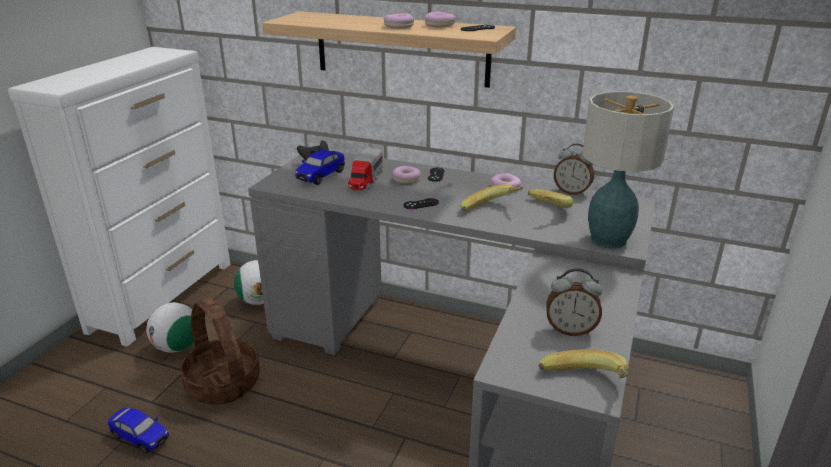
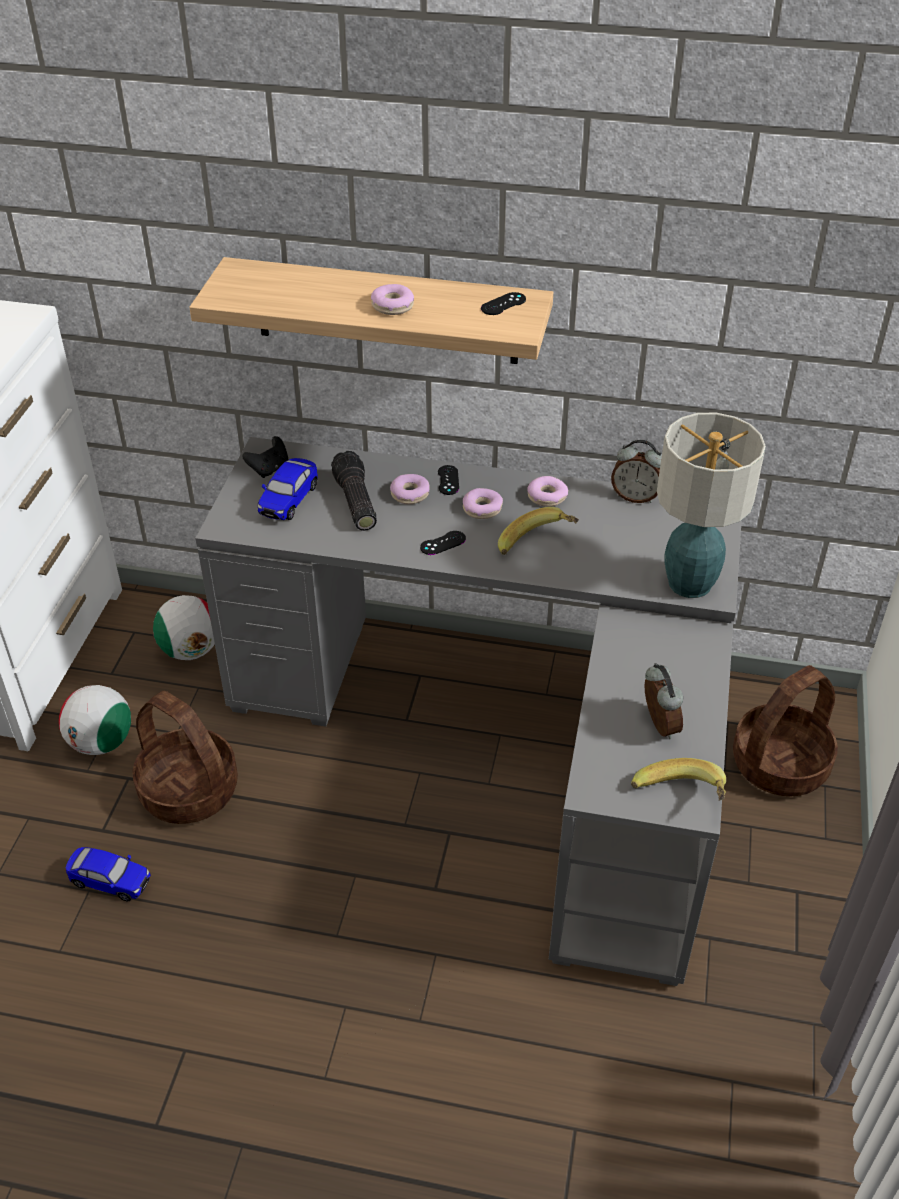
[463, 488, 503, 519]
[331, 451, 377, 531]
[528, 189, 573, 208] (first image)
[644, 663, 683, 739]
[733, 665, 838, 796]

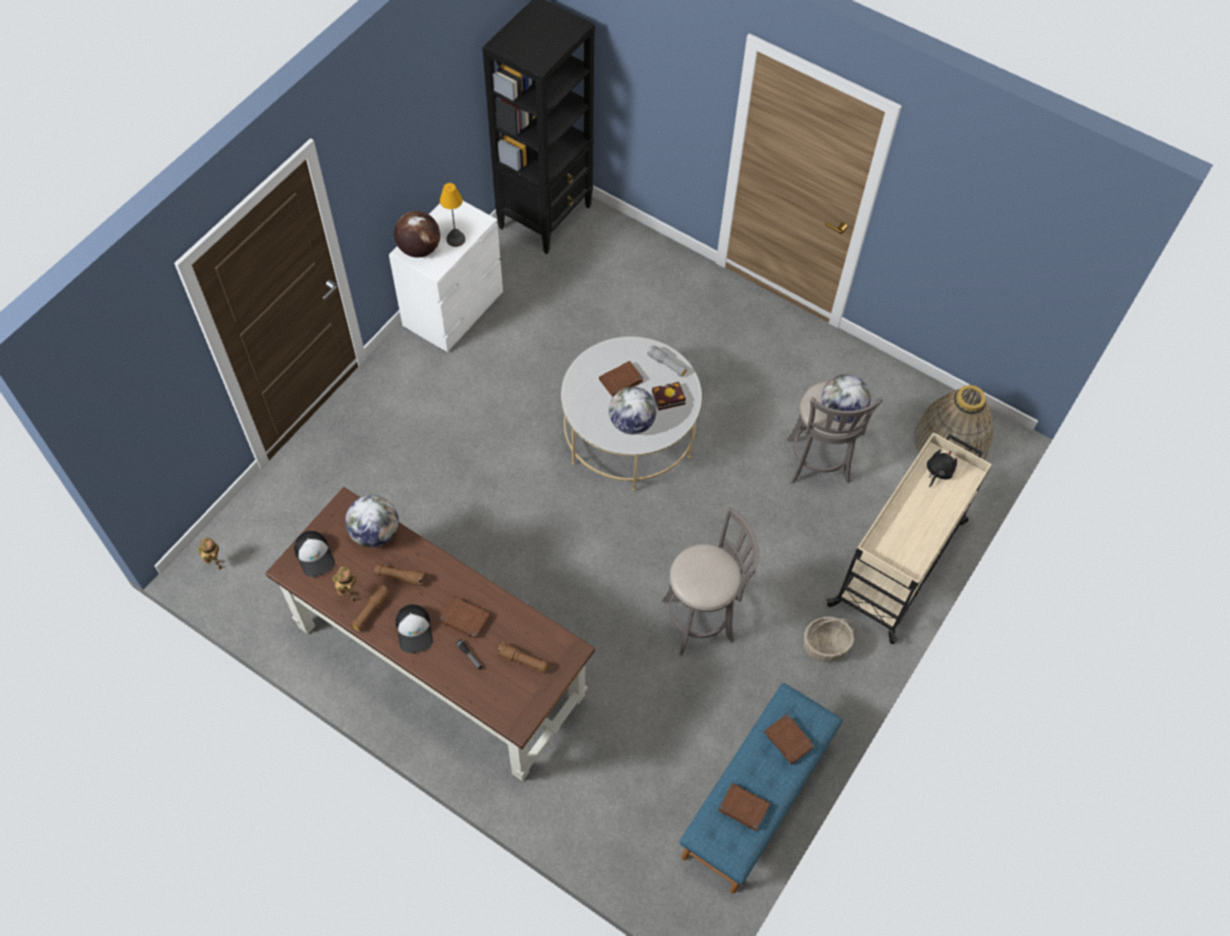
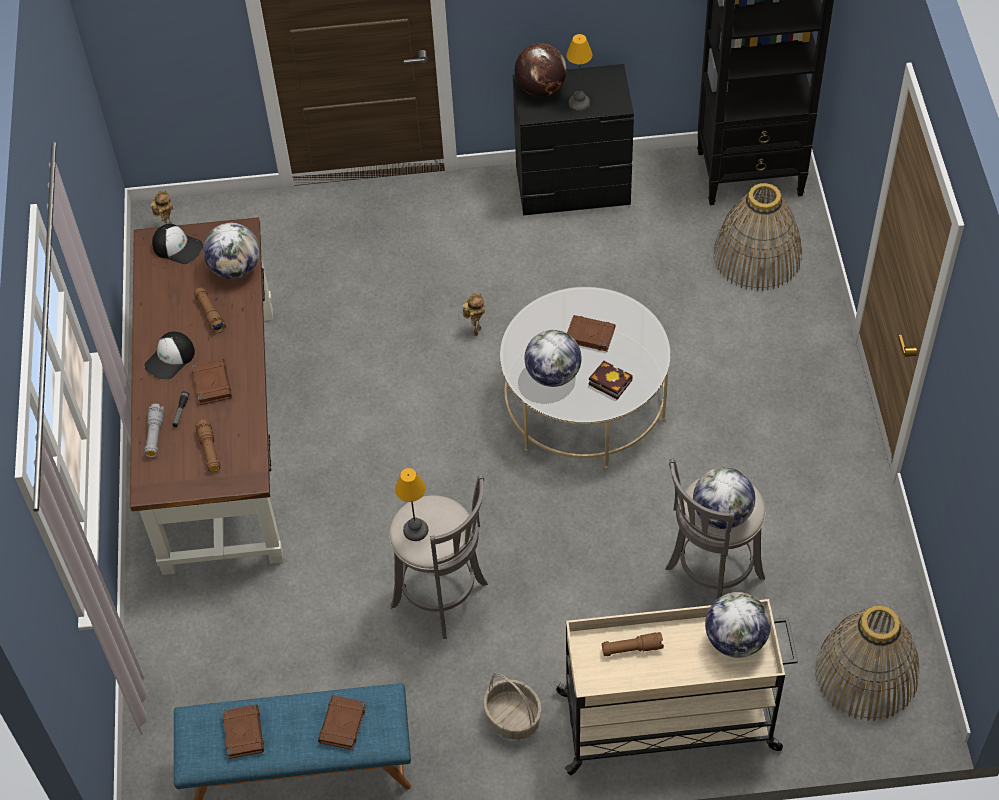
[513, 64, 634, 215]
[144, 404, 164, 457]
[705, 592, 771, 658]
[152, 224, 203, 264]
[462, 293, 485, 336]
[602, 632, 664, 656]
[713, 183, 802, 291]
[395, 468, 428, 541]

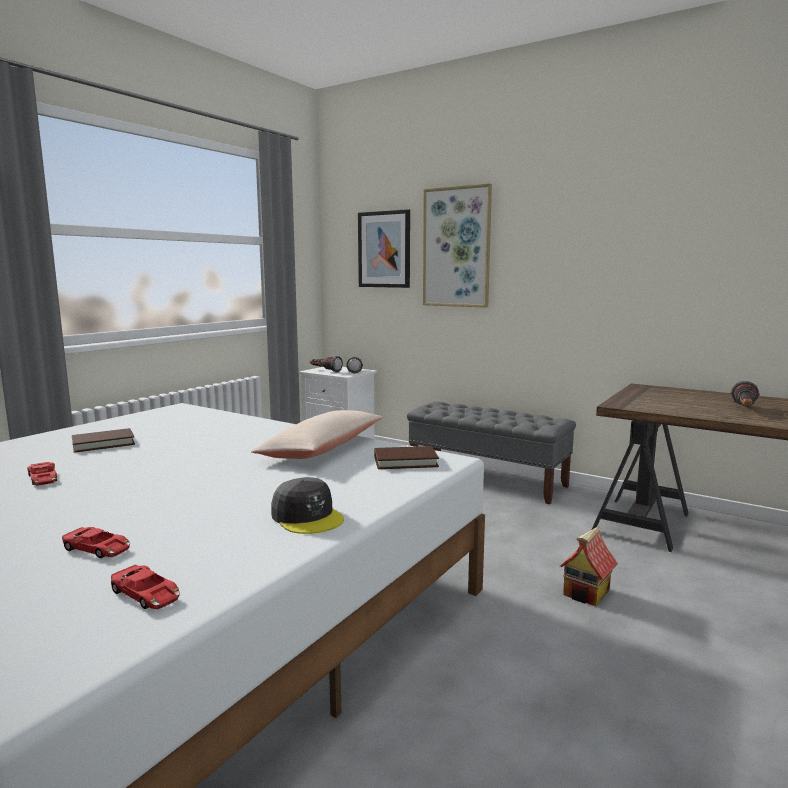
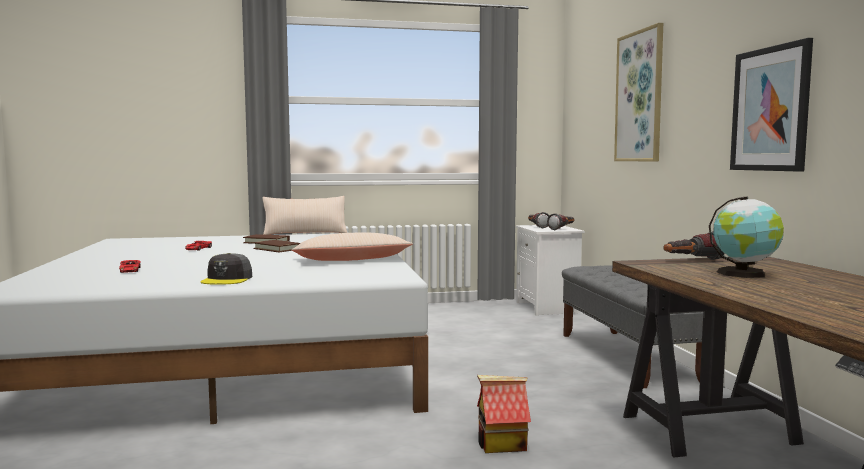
[730, 38, 813, 172]
[664, 231, 724, 260]
[253, 240, 300, 252]
[111, 565, 180, 609] (first image)
[262, 196, 347, 235]
[709, 196, 784, 278]

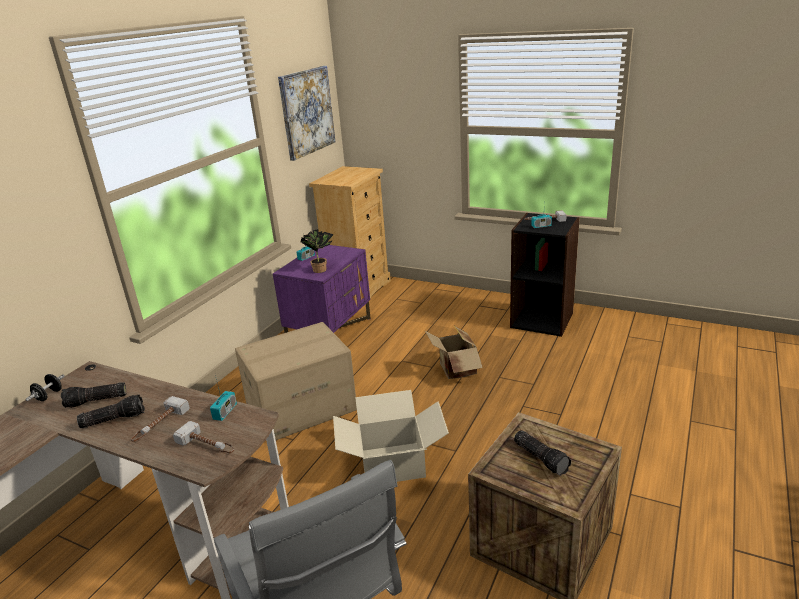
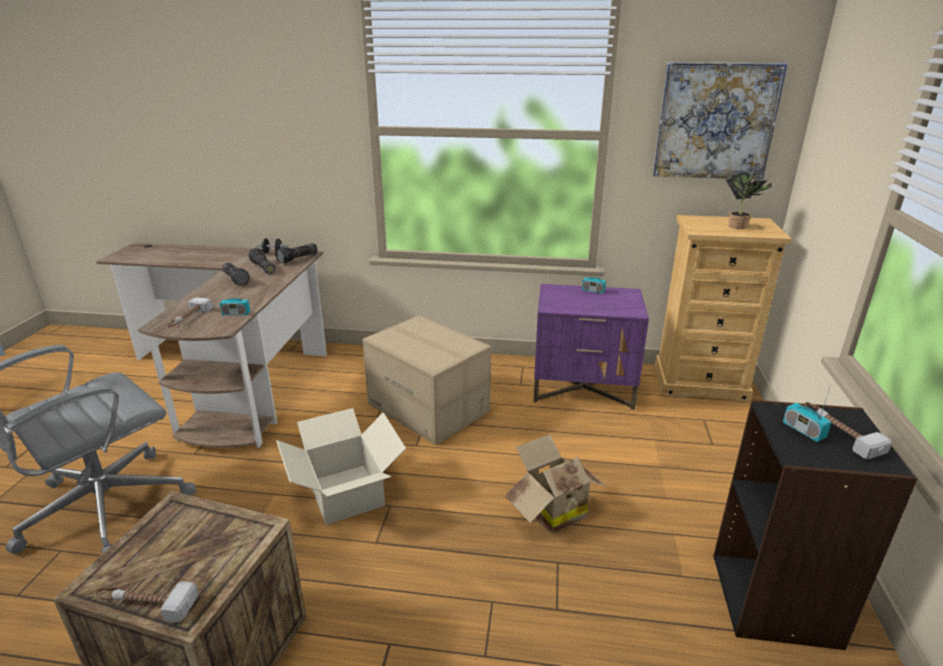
[726, 173, 772, 229]
[96, 581, 198, 623]
[275, 244, 318, 263]

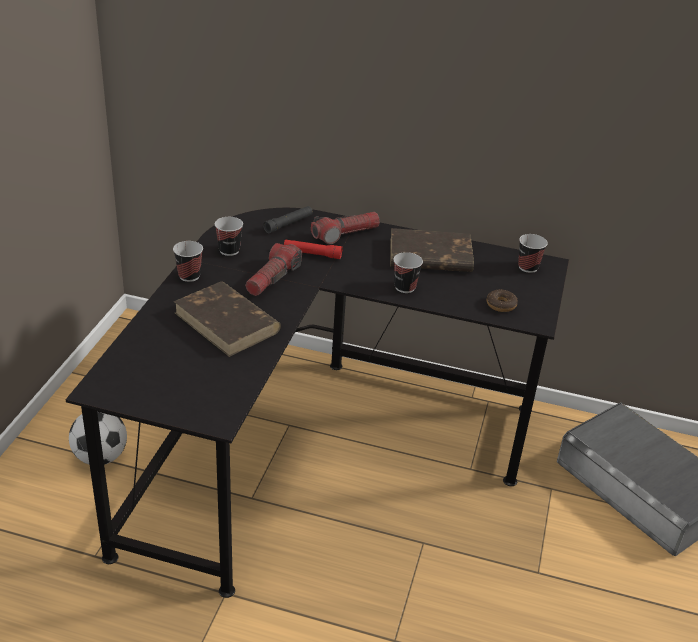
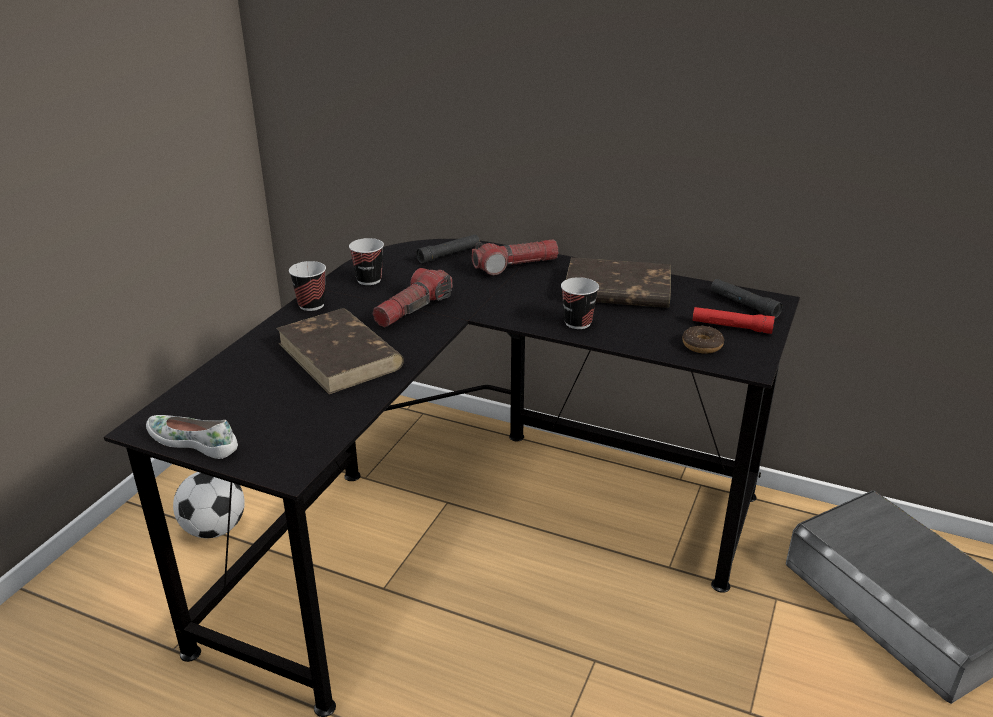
[711, 279, 783, 318]
[692, 307, 775, 334]
[146, 415, 238, 459]

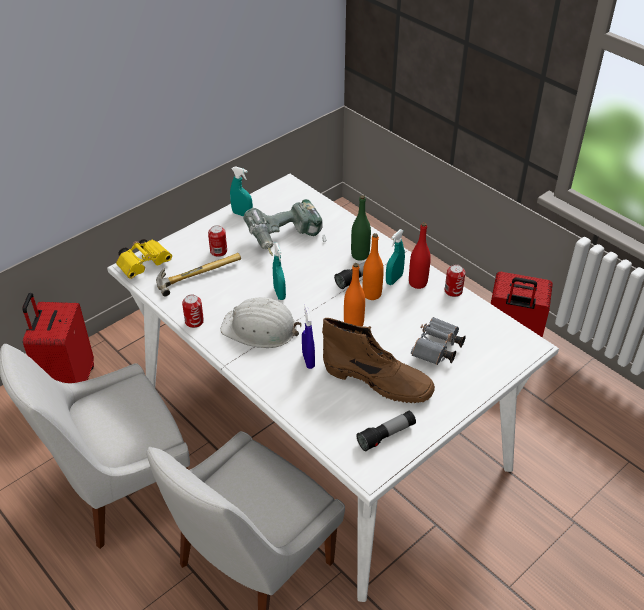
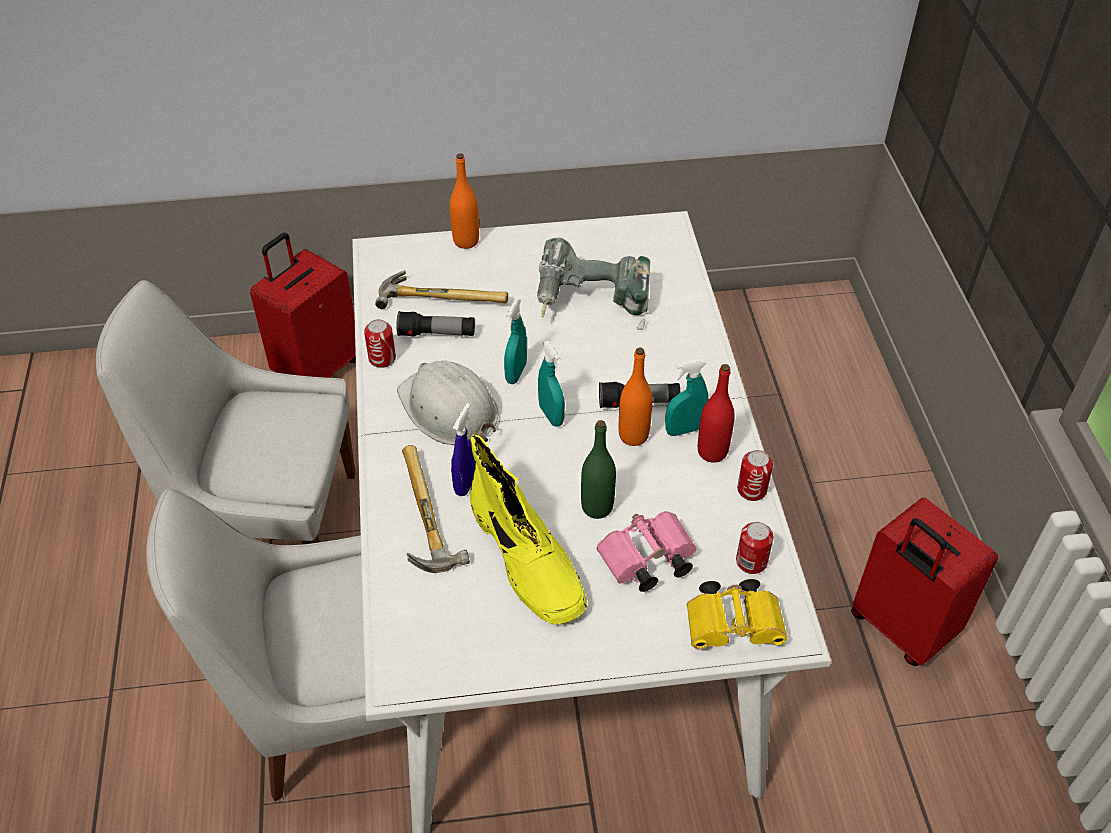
[538, 341, 565, 427]
[581, 420, 616, 519]
[736, 522, 774, 574]
[686, 579, 788, 649]
[450, 153, 479, 249]
[597, 511, 697, 592]
[470, 435, 587, 625]
[396, 311, 475, 337]
[402, 445, 470, 573]

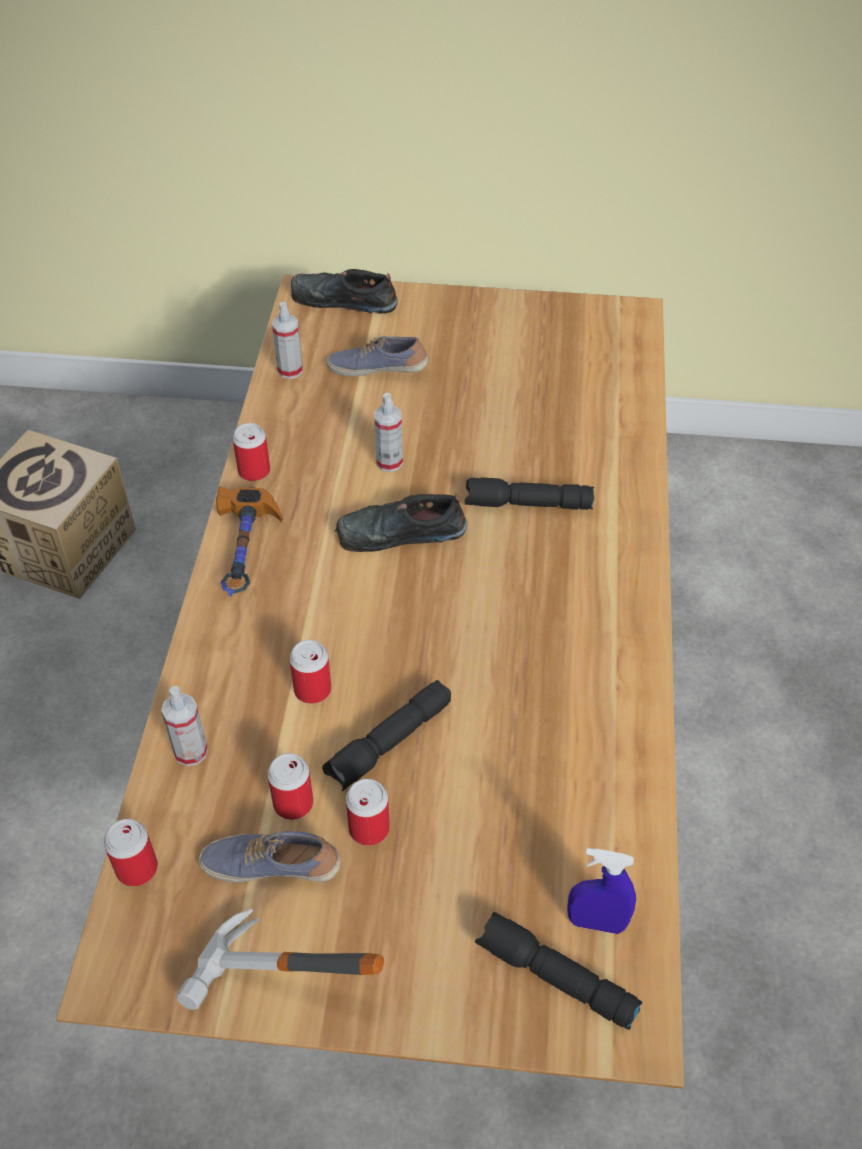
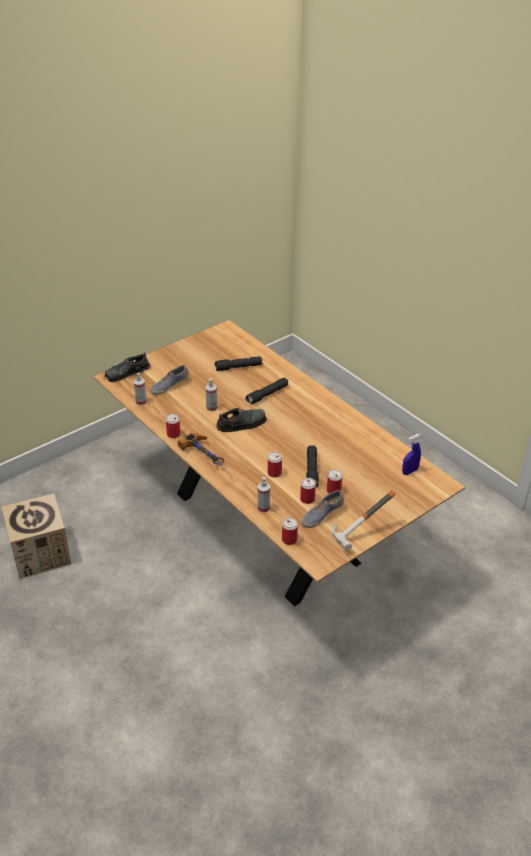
[216, 408, 267, 432]
[215, 356, 262, 371]

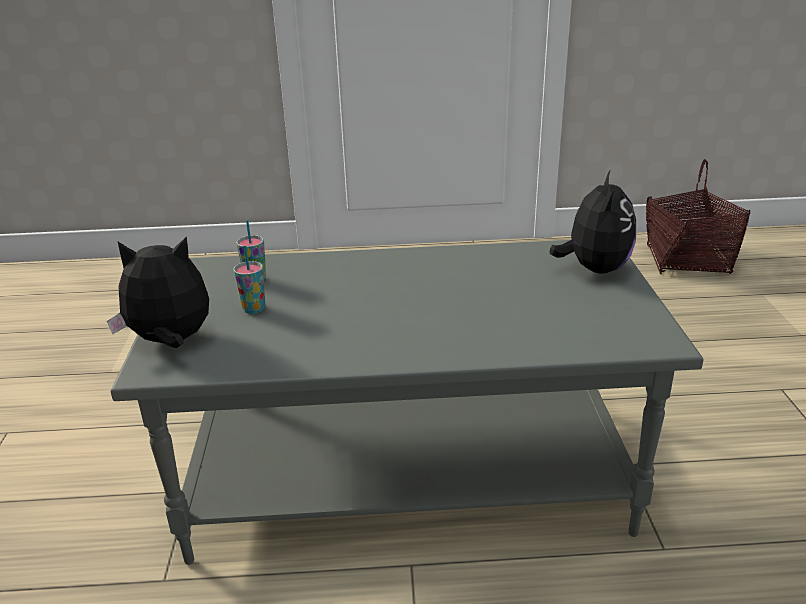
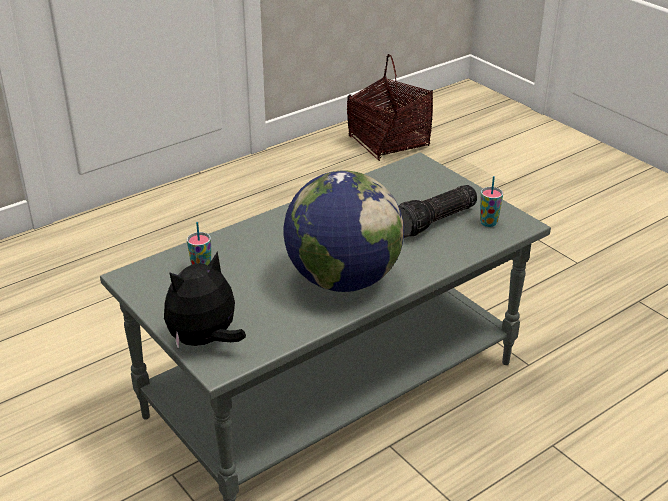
[549, 169, 636, 274] (first image)
[480, 176, 503, 227]
[283, 170, 404, 292]
[398, 185, 477, 238]

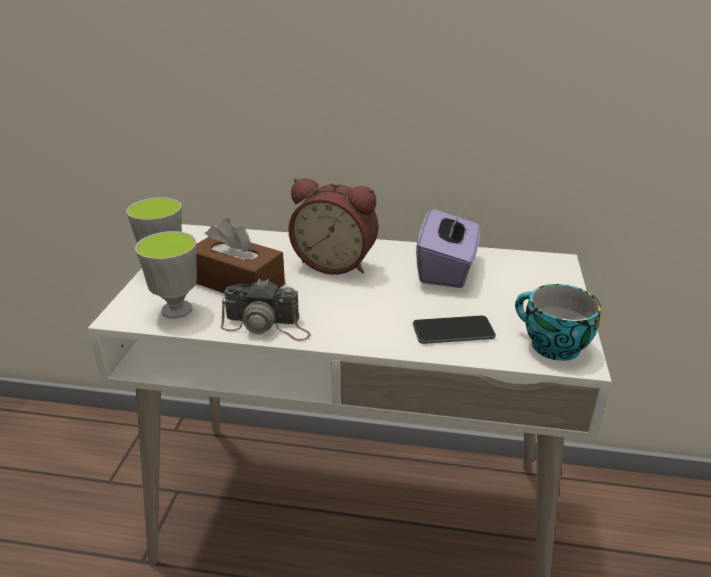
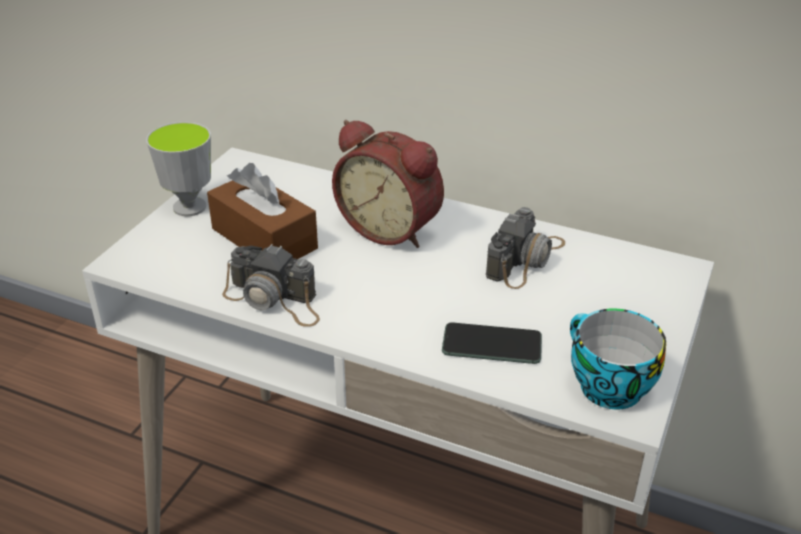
[486, 207, 565, 289]
[135, 231, 197, 319] (first image)

